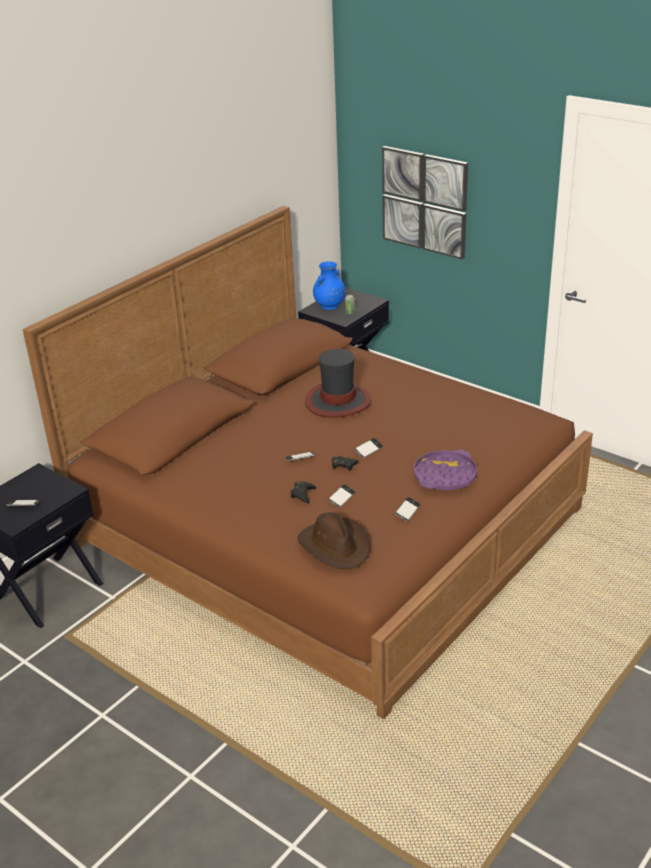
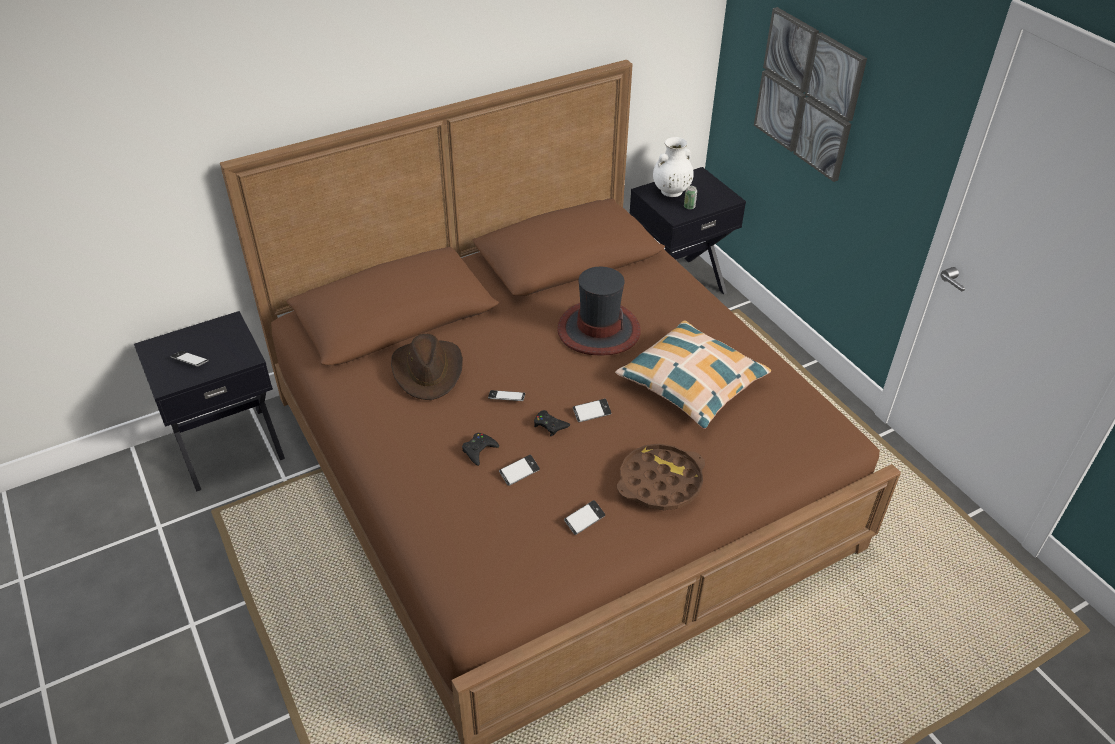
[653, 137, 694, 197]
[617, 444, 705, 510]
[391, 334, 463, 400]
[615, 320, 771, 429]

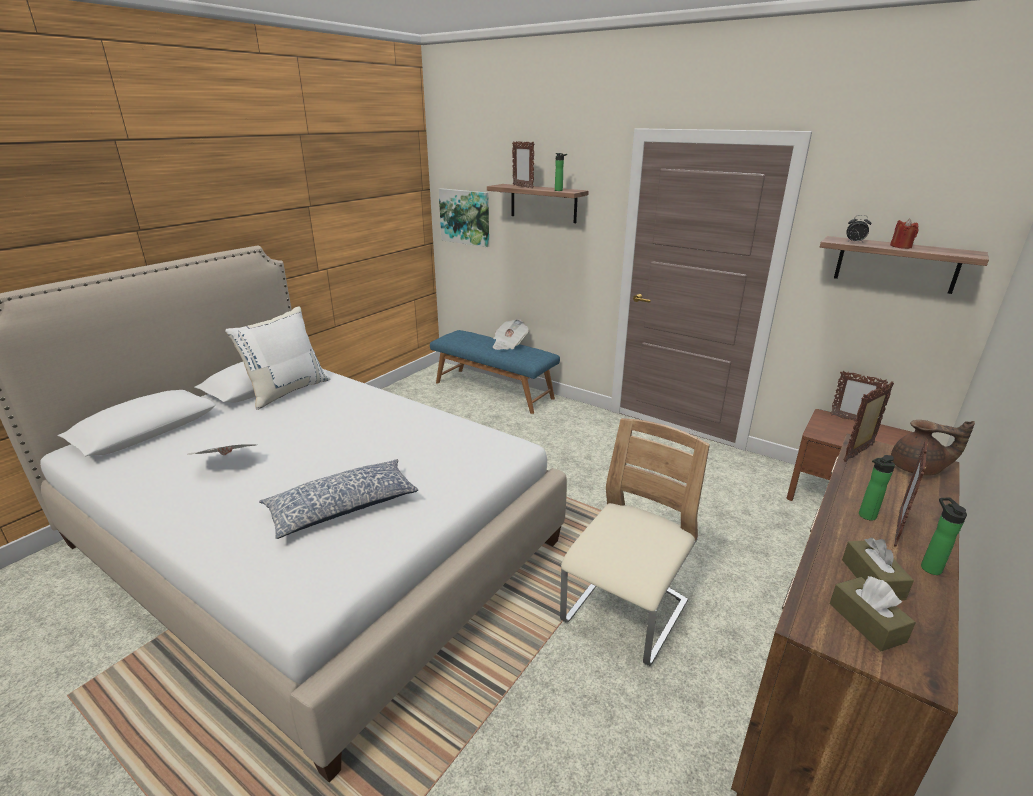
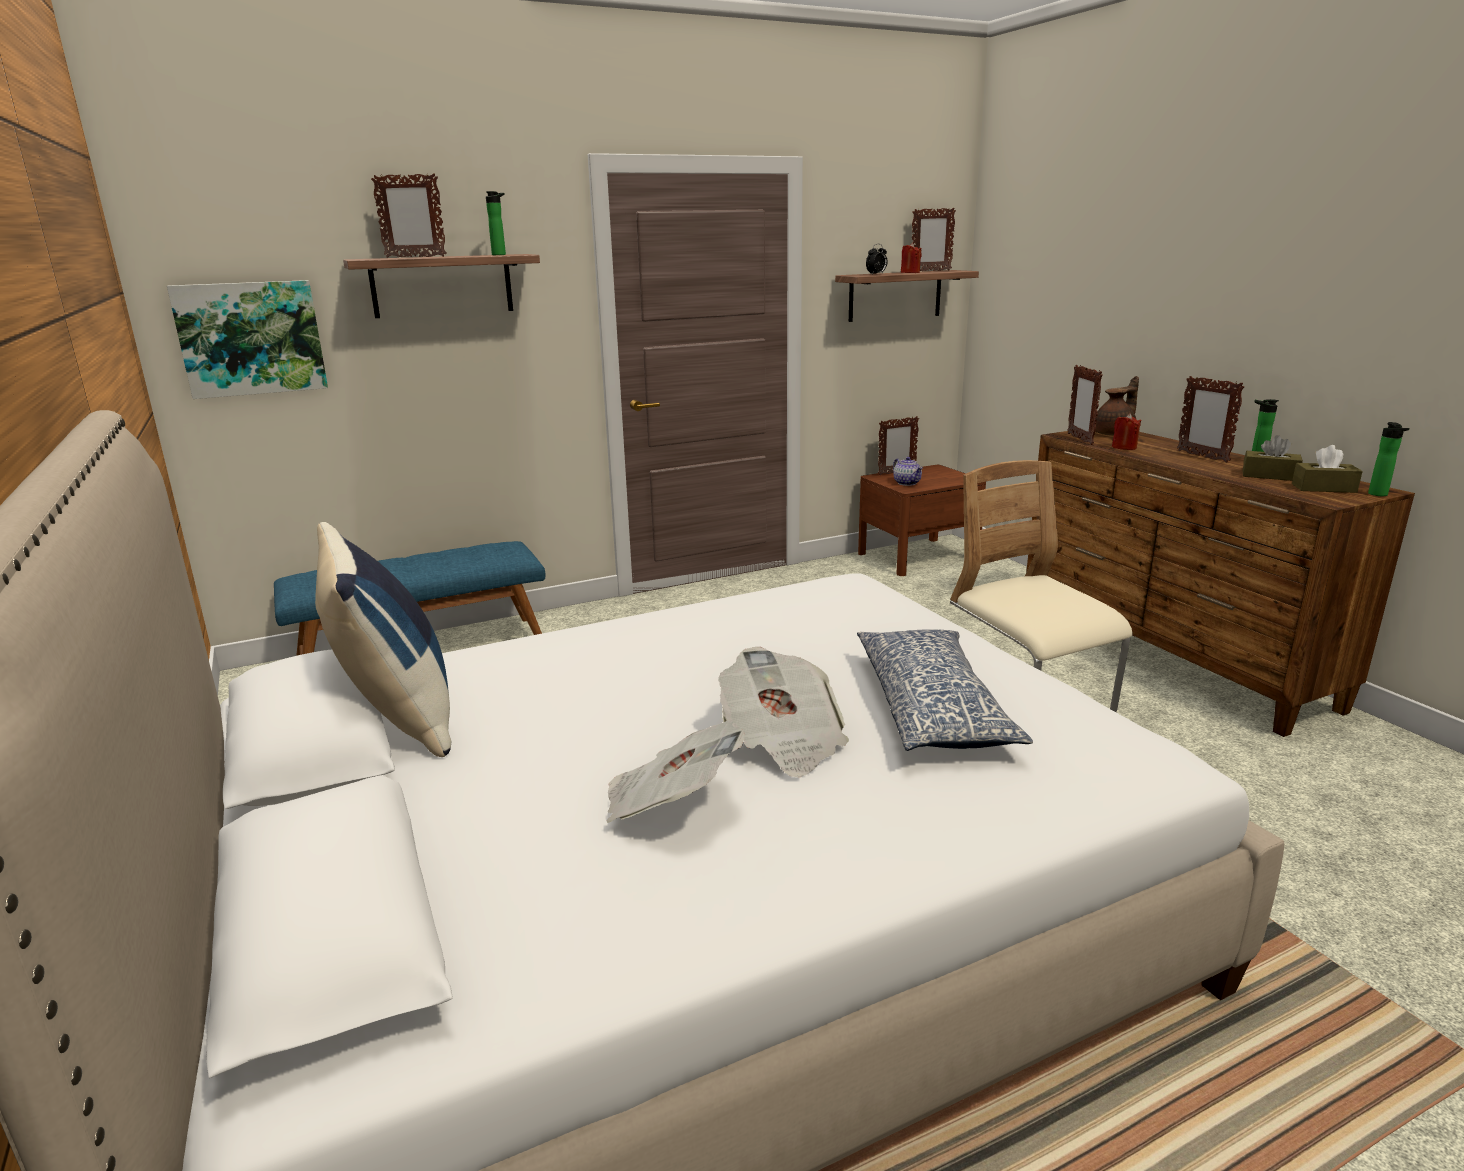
[315, 522, 451, 757]
[718, 647, 849, 778]
[1368, 422, 1409, 496]
[912, 207, 956, 271]
[1112, 413, 1142, 450]
[893, 457, 923, 486]

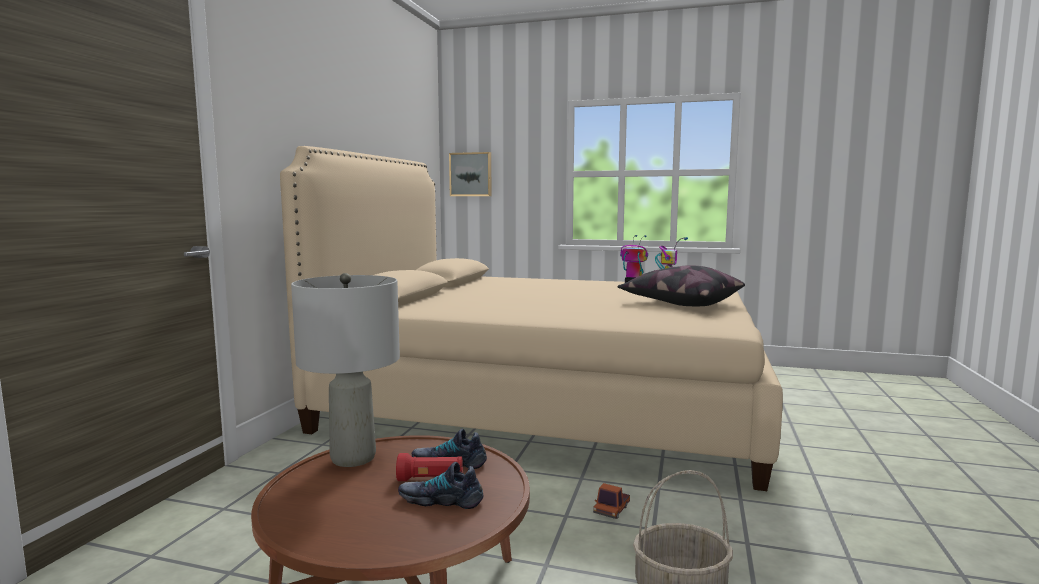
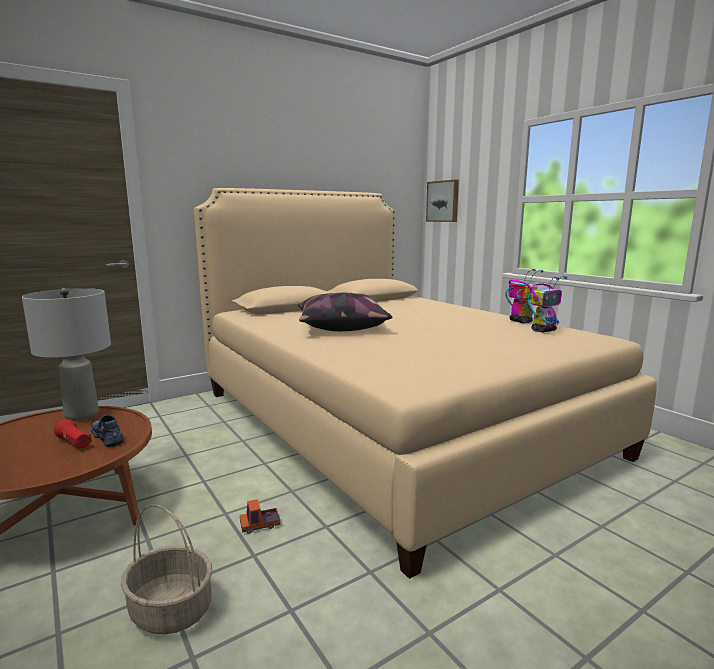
[298, 293, 392, 331]
[398, 462, 483, 509] (first image)

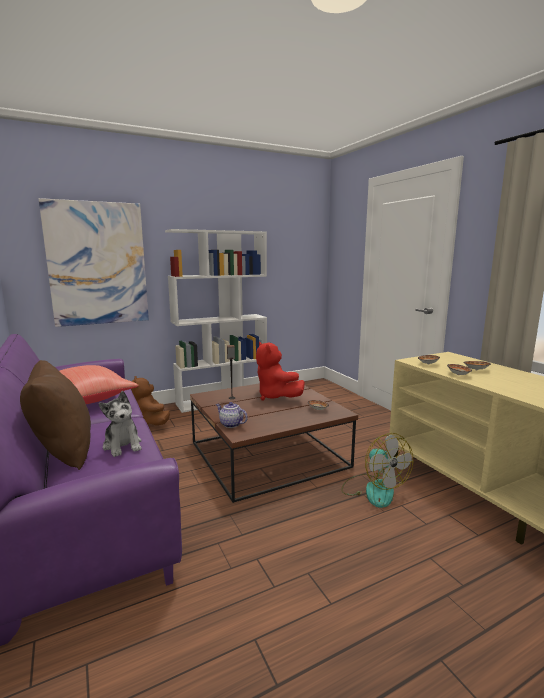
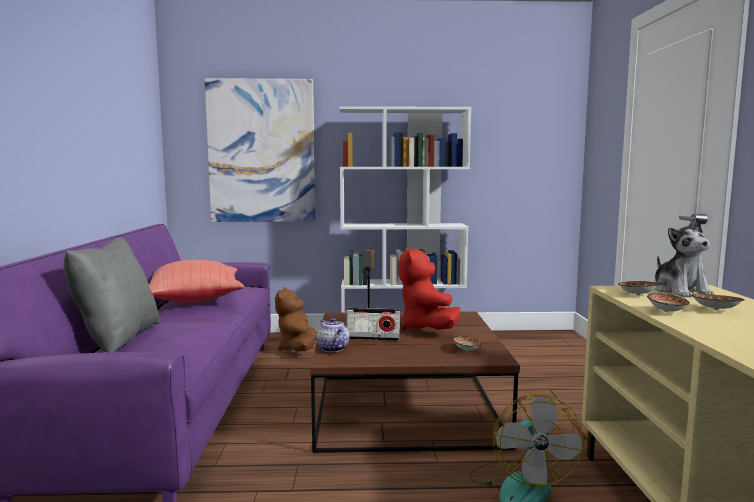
[63, 237, 160, 353]
[655, 217, 714, 297]
[347, 308, 400, 341]

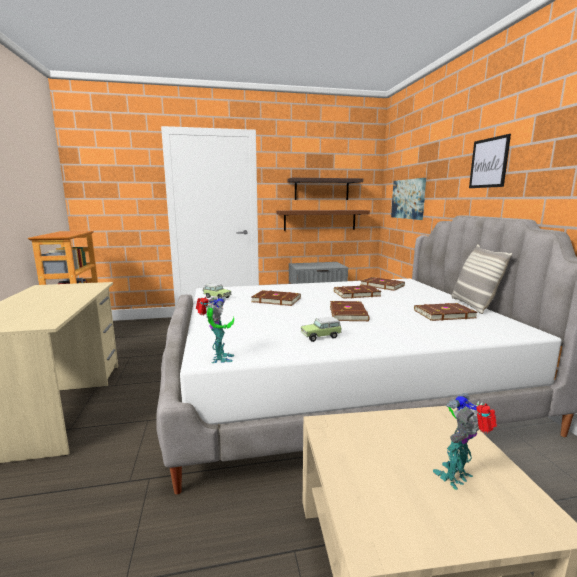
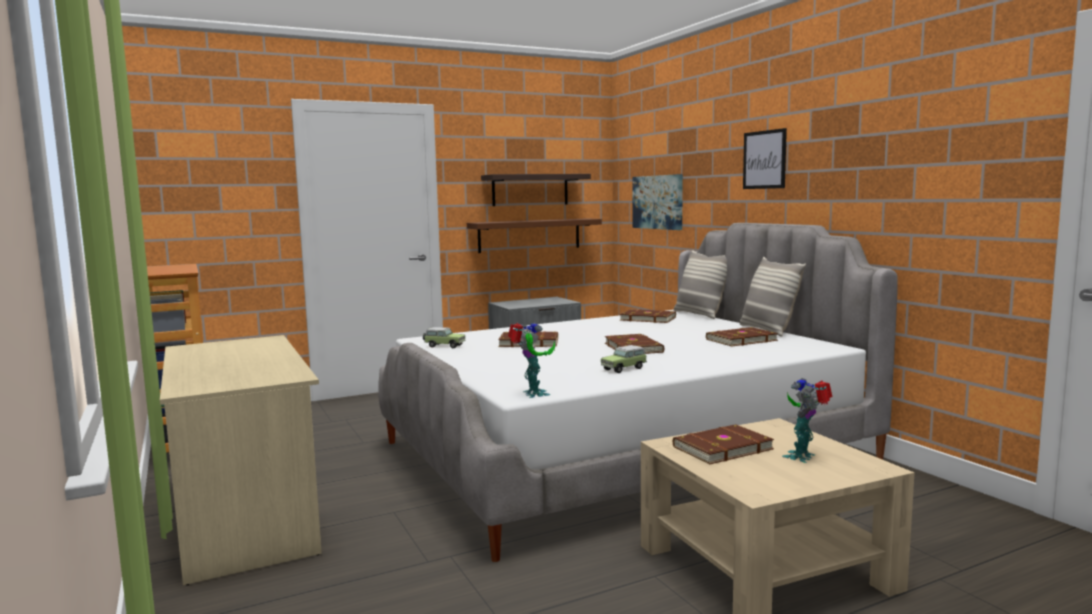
[673, 424, 774, 464]
[674, 250, 727, 319]

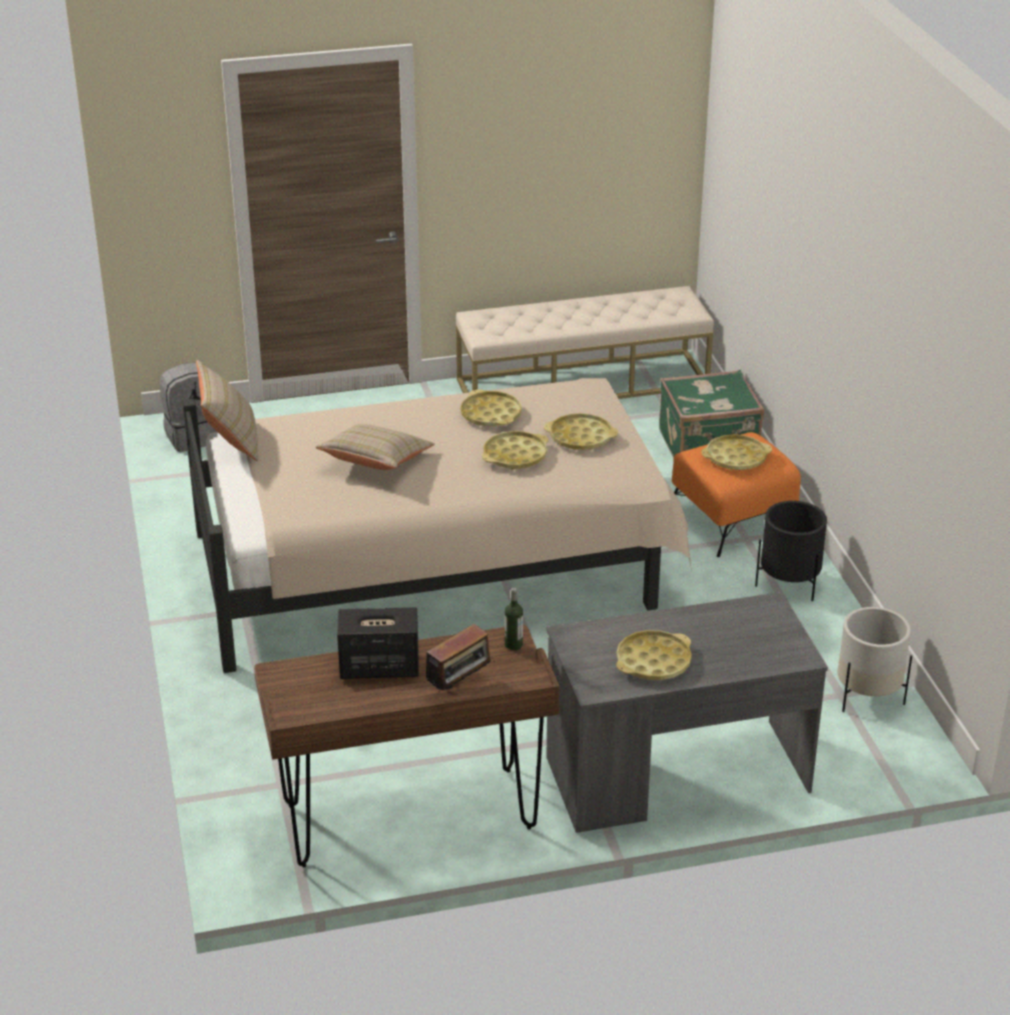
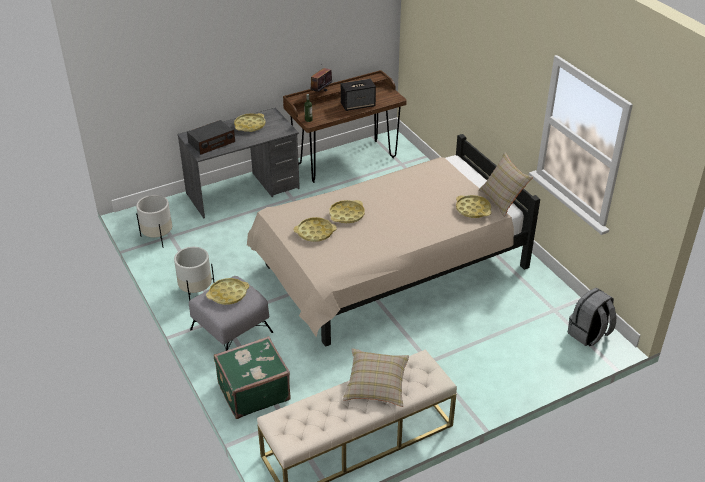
[456, 195, 491, 218]
[343, 349, 409, 407]
[189, 276, 273, 351]
[174, 247, 215, 301]
[187, 120, 235, 155]

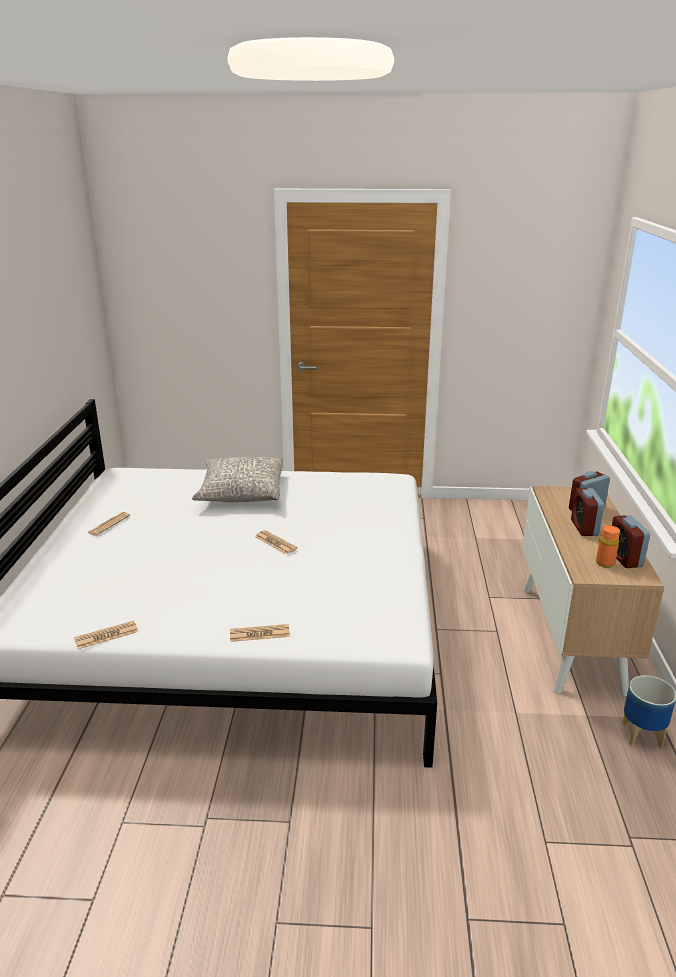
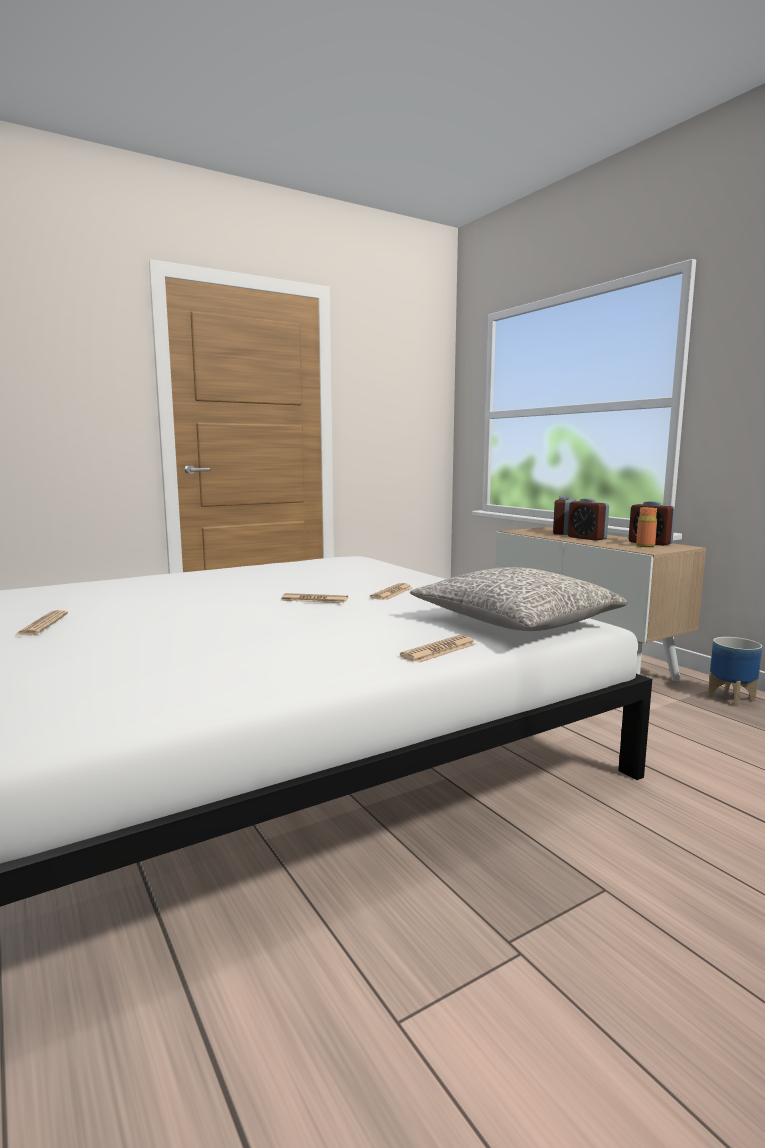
[410, 567, 628, 631]
[370, 583, 412, 600]

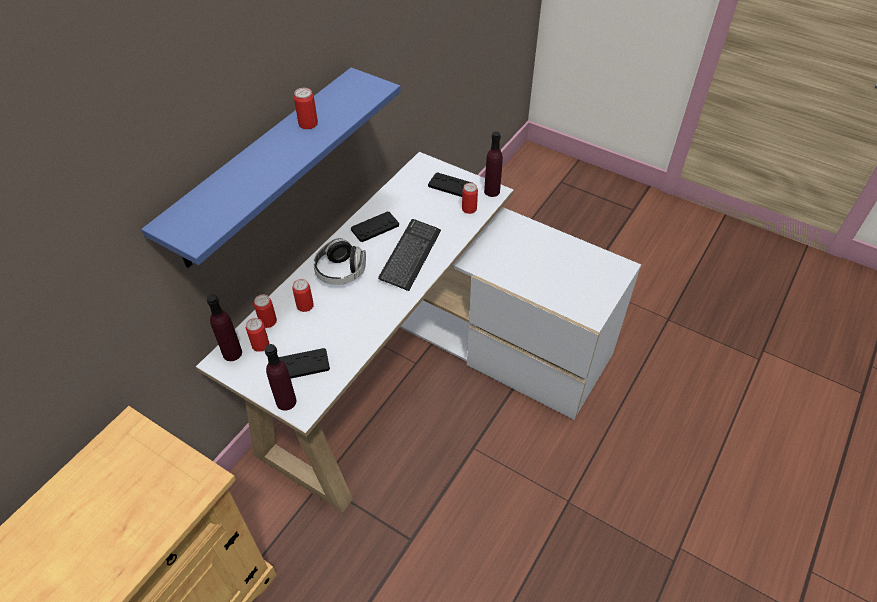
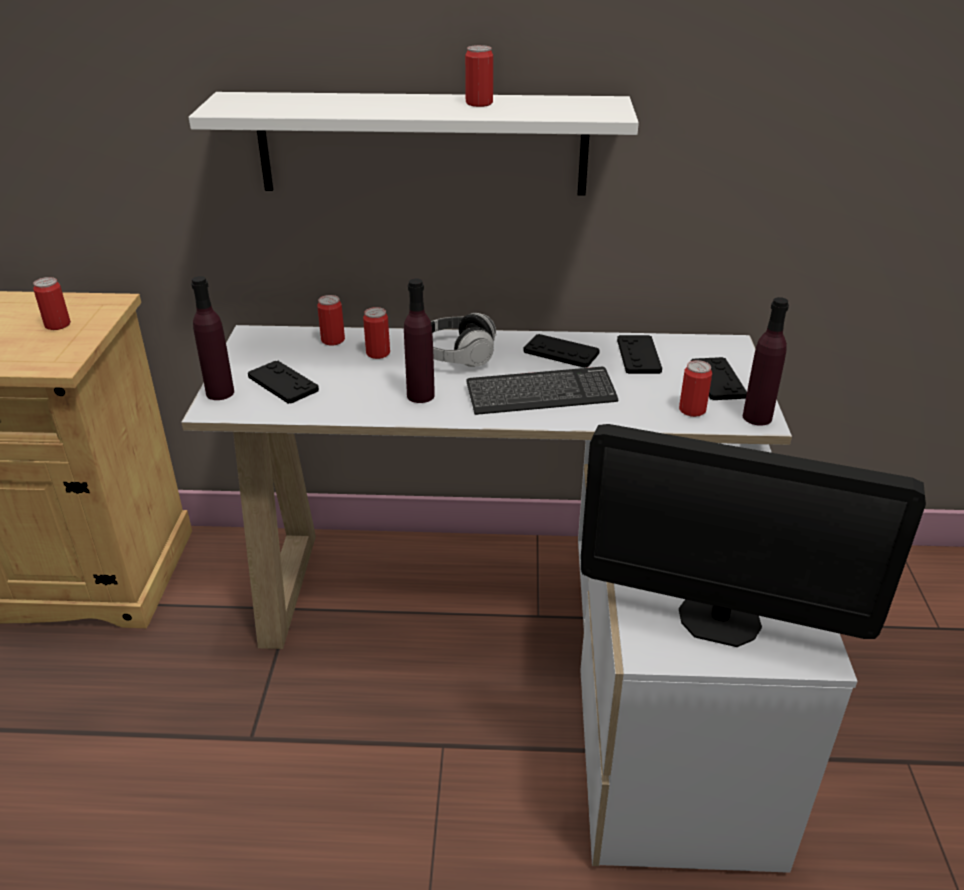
[189, 92, 639, 196]
[404, 278, 435, 403]
[33, 277, 71, 330]
[617, 335, 662, 374]
[581, 424, 926, 647]

